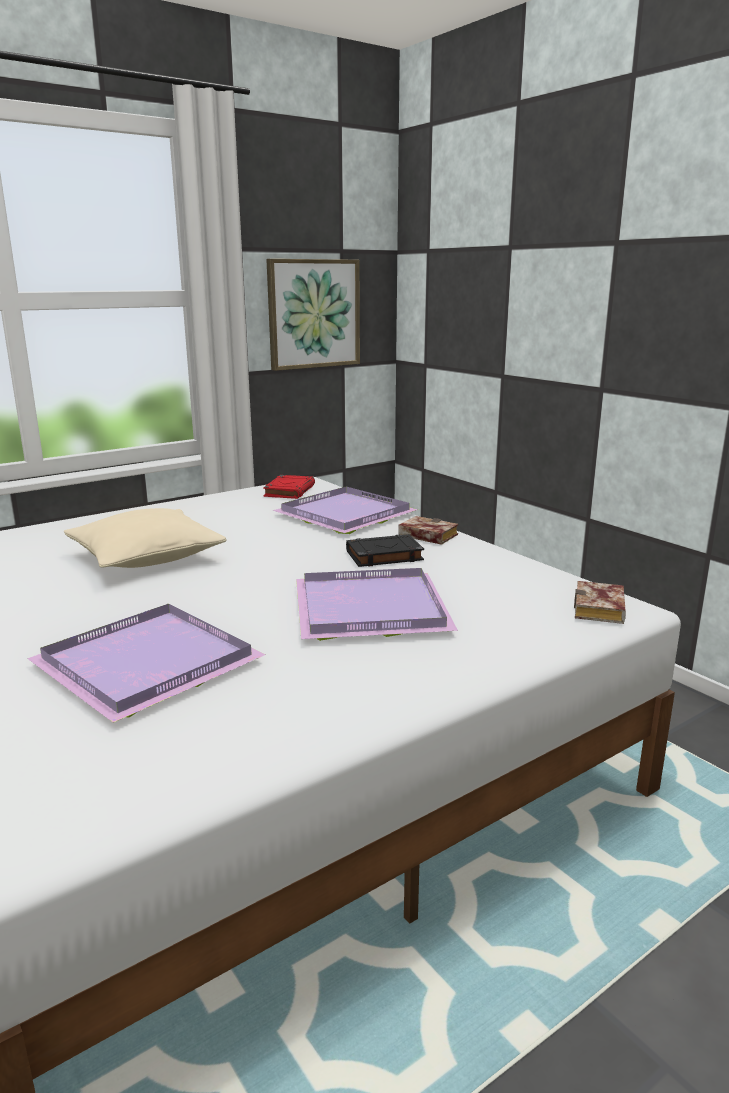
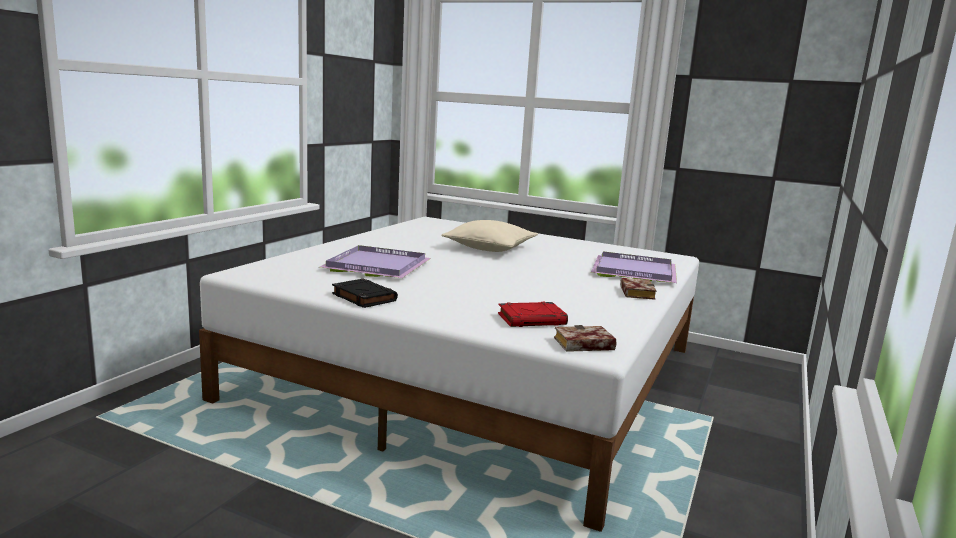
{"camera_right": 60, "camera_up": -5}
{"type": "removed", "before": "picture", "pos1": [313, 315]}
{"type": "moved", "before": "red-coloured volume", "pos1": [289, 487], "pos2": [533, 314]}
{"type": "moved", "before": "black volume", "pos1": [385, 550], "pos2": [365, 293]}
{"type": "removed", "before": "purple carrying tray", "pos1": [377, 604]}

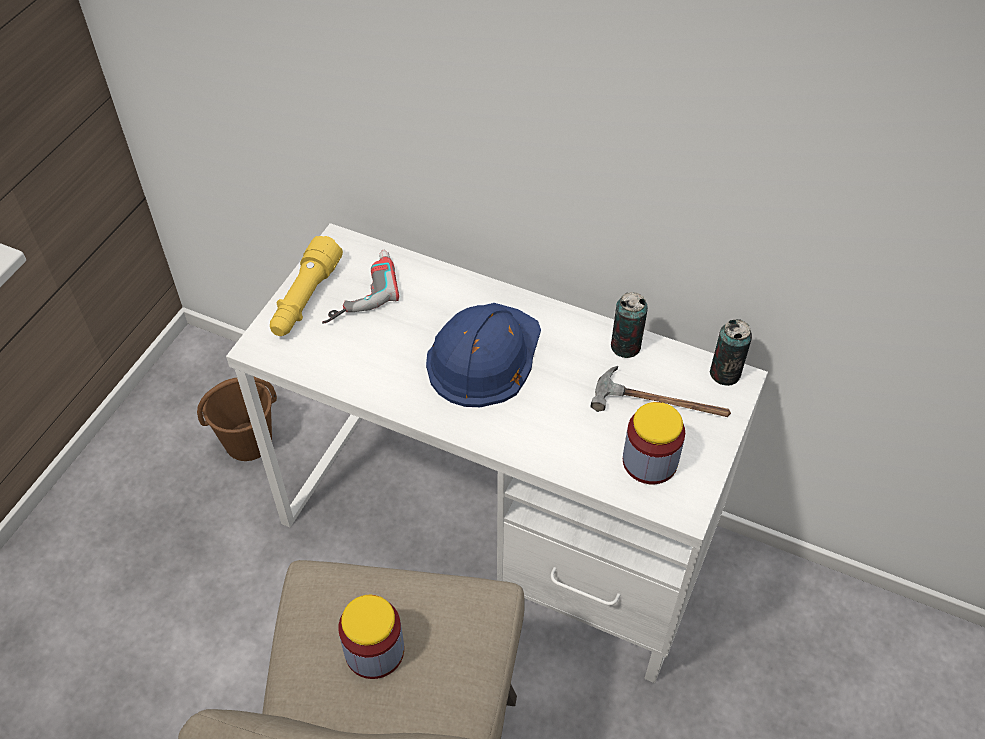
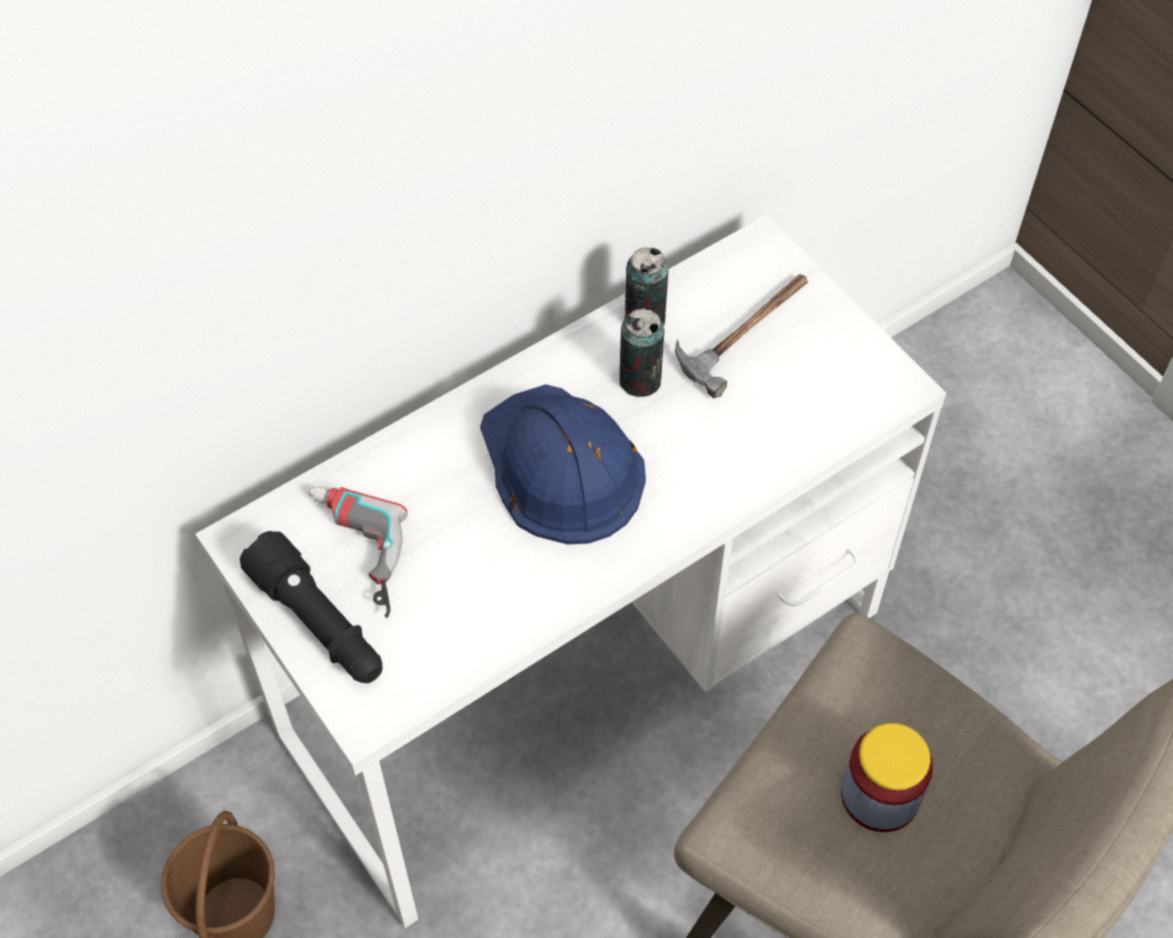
{"camera_right": -60, "camera_up": 5}
{"type": "recoloured", "before": "yellow hand torch", "after": "black hand torch", "pos1": [306, 286], "pos2": [311, 607]}
{"type": "moved", "before": "metal can", "pos1": [731, 352], "pos2": [641, 352]}
{"type": "removed", "before": "jar", "pos1": [654, 443]}

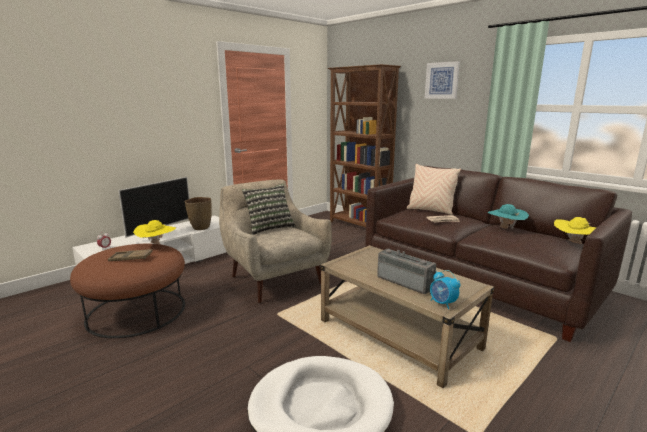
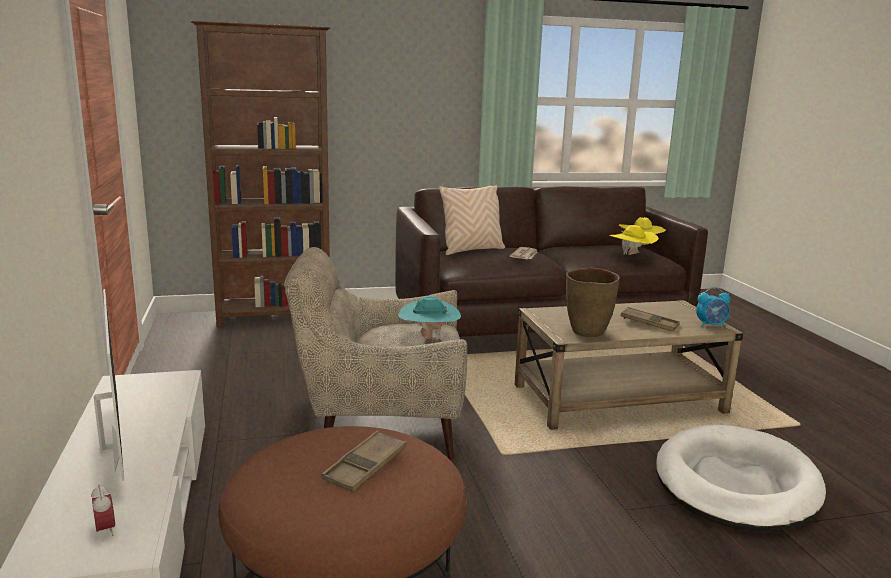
{"camera_right": -60, "camera_up": 0}
{"type": "removed", "before": "picture", "pos1": [442, 80]}
{"type": "removed", "before": "cushion", "pos1": [269, 209]}
{"type": "moved", "before": "brownish flower vase", "pos1": [198, 213], "pos2": [593, 302]}
{"type": "moved", "before": "turquoise clothing hat", "pos1": [508, 217], "pos2": [429, 317]}
{"type": "moved", "before": "yellow clothing hat", "pos1": [154, 232], "pos2": [634, 240]}
{"type": "replaced", "before": "radio receiver", "after": "brownish carrying tray", "pos1": [406, 271], "pos2": [650, 319]}

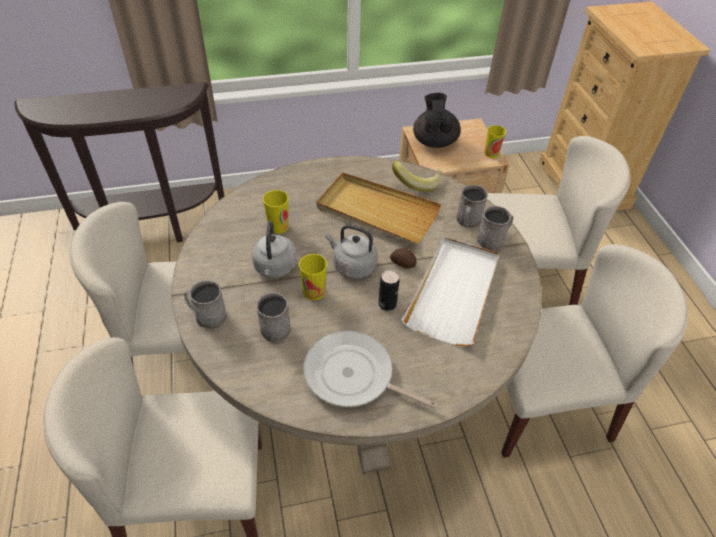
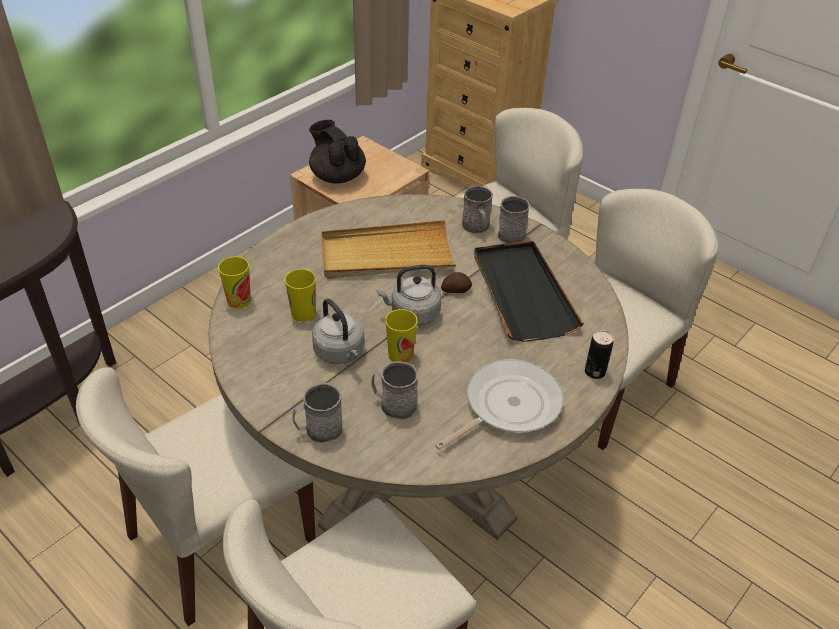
{"camera_right": -35, "camera_up": -5}
{"type": "moved", "before": "cup", "pos1": [495, 141], "pos2": [234, 283]}
{"type": "removed", "before": "banana", "pos1": [417, 176]}
{"type": "recoloured", "before": "white carrying tray", "after": "black carrying tray", "pos1": [450, 291], "pos2": [529, 291]}
{"type": "moved", "before": "metal can", "pos1": [389, 290], "pos2": [599, 354]}
{"type": "turned", "before": "skillet", "pos1": [370, 369], "pos2": [500, 404], "turn": 150}

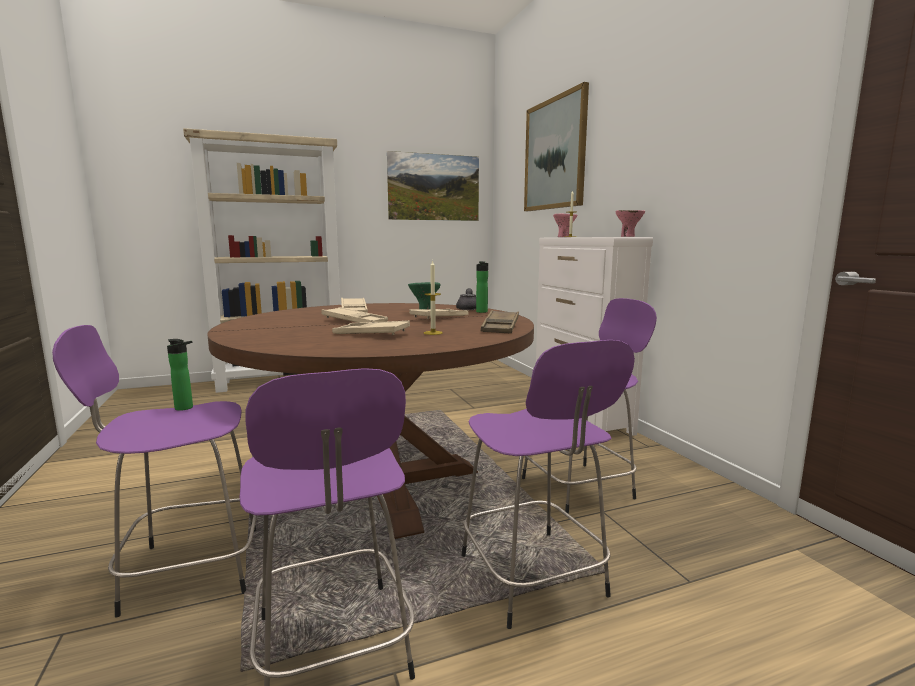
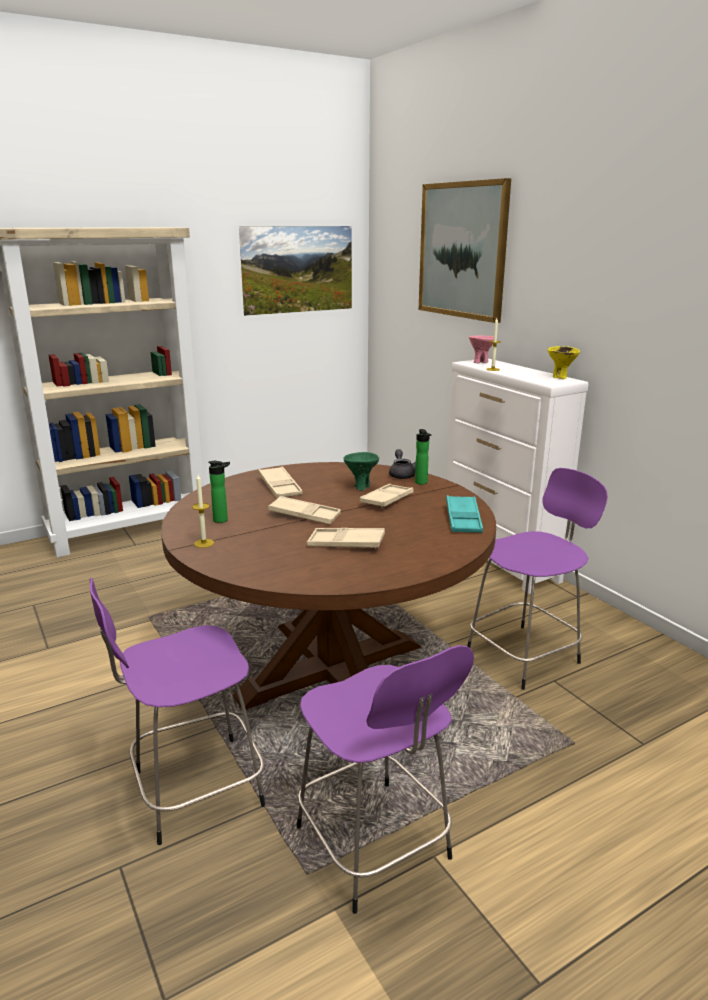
{"camera_right": -10, "camera_up": 10}
{"type": "recoloured", "before": "pinkish bowl", "after": "yellow bowl", "pos1": [630, 223], "pos2": [564, 362]}
{"type": "moved", "before": "wax light", "pos1": [433, 297], "pos2": [203, 511]}
{"type": "recoloured", "before": "brownish carrying tray", "after": "turquoise carrying tray", "pos1": [500, 321], "pos2": [464, 514]}
{"type": "moved", "before": "beverage bottle", "pos1": [180, 375], "pos2": [219, 492]}
{"type": "removed", "before": "purple sitting stool", "pos1": [548, 484]}

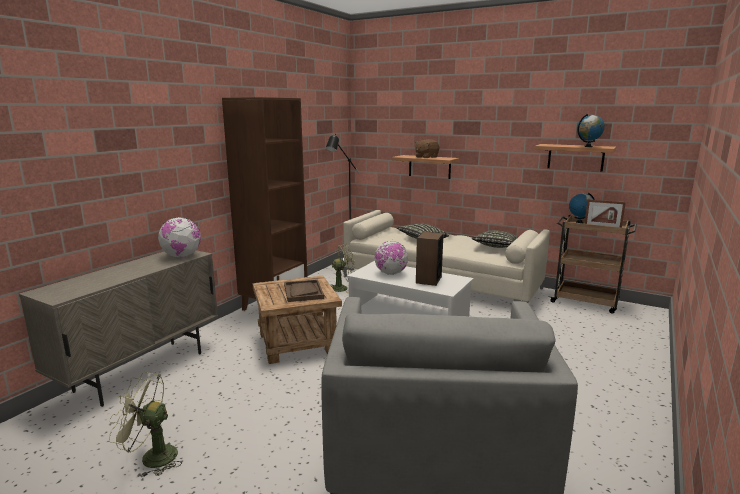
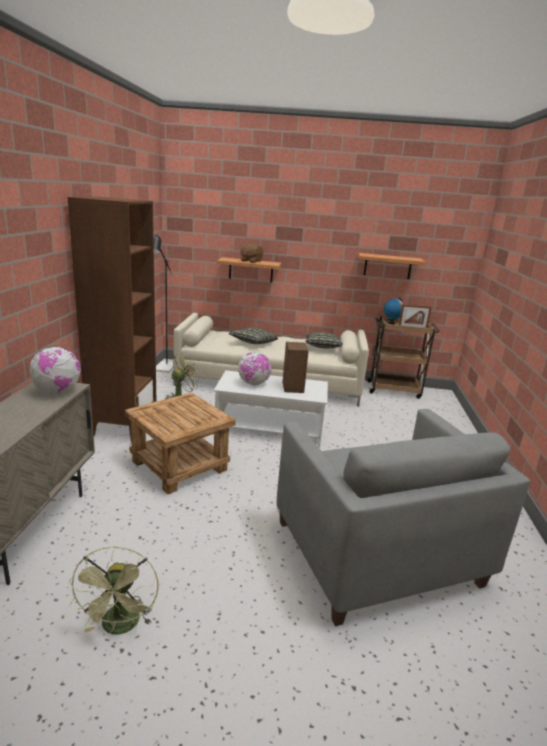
{"camera_right": -25, "camera_up": 5}
{"type": "removed", "before": "desk globe", "pos1": [591, 130]}
{"type": "removed", "before": "brownish carrying tray", "pos1": [304, 290]}
{"type": "turned", "before": "green electric fan", "pos1": [145, 424], "pos2": [114, 590], "turn": -75}

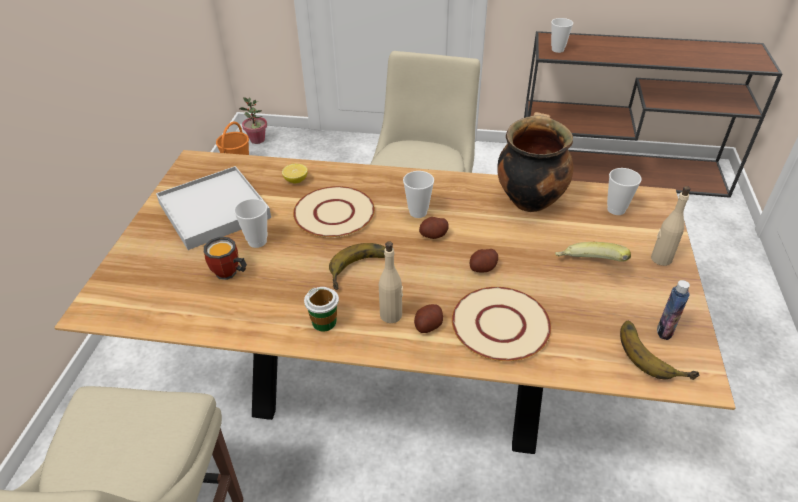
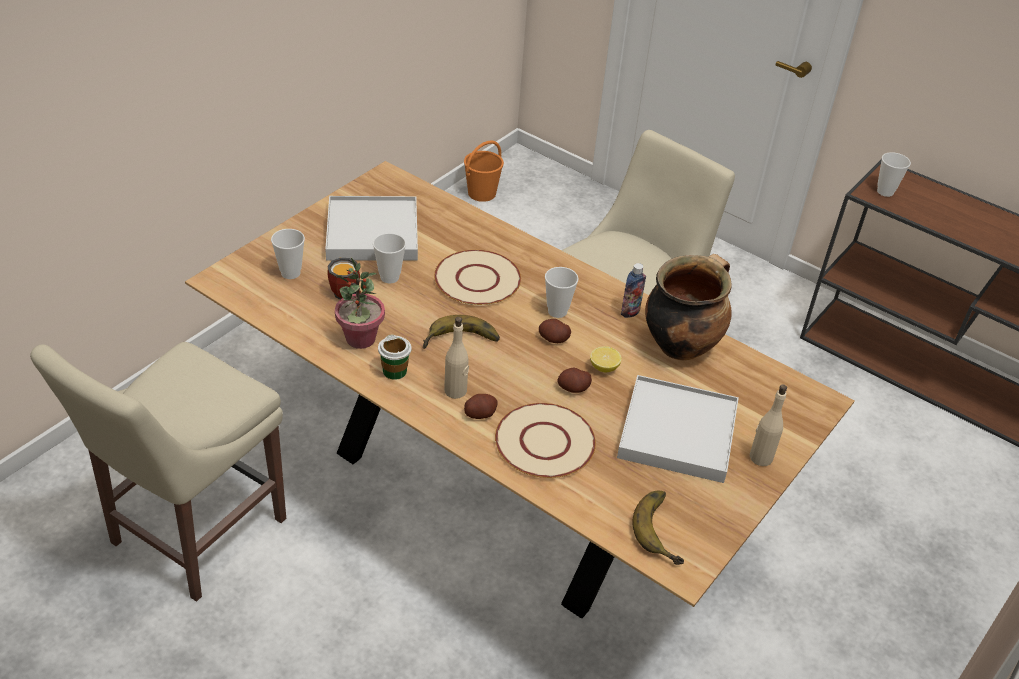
{"camera_right": 25, "camera_up": 0}
{"type": "moved", "before": "potted plant", "pos1": [253, 120], "pos2": [360, 303]}
{"type": "moved", "before": "whole lemon", "pos1": [295, 173], "pos2": [606, 359]}
{"type": "moved", "before": "cup", "pos1": [624, 191], "pos2": [288, 254]}
{"type": "replaced", "before": "banana", "after": "white carrying tray", "pos1": [593, 252], "pos2": [678, 429]}
{"type": "moved", "before": "beverage bottle", "pos1": [673, 310], "pos2": [633, 290]}

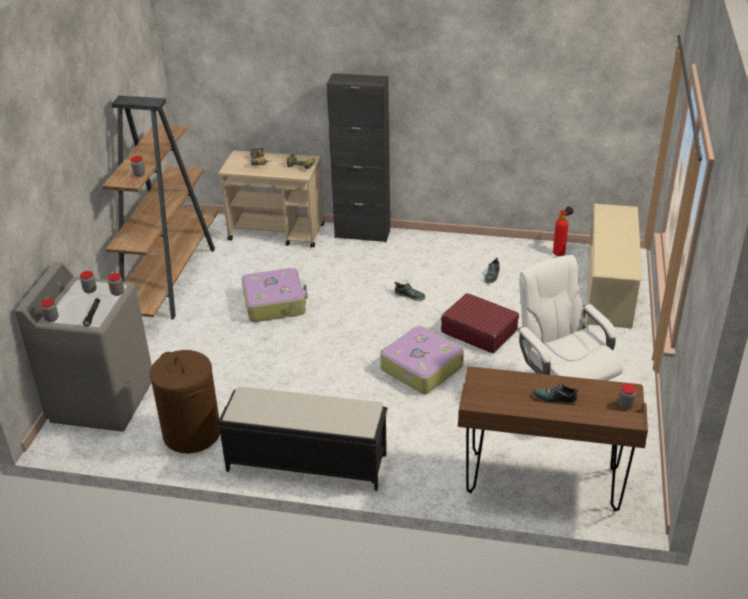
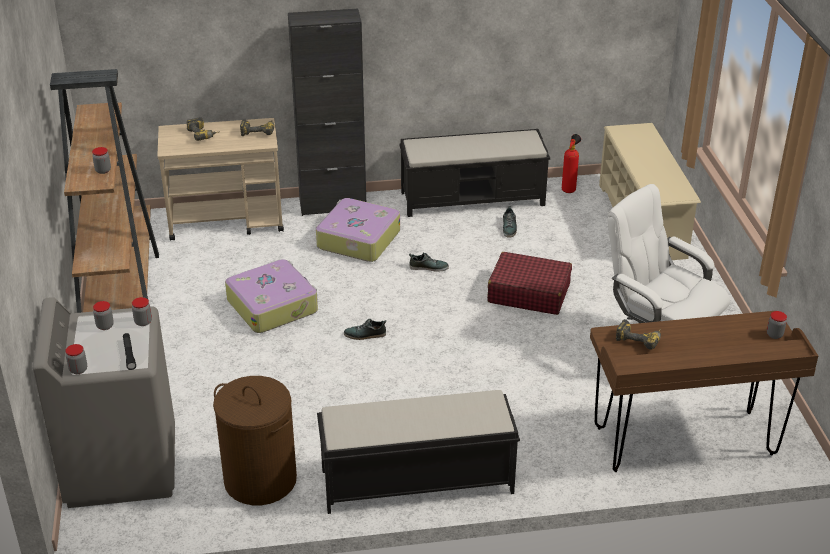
{"camera_right": -20, "camera_up": 0}
{"type": "moved", "before": "suitcase", "pos1": [422, 360], "pos2": [358, 230]}
{"type": "moved", "before": "shoe", "pos1": [556, 394], "pos2": [365, 329]}
{"type": "added", "after": "black bench", "pos2": [474, 173]}
{"type": "added", "after": "electric drill", "pos2": [638, 334]}

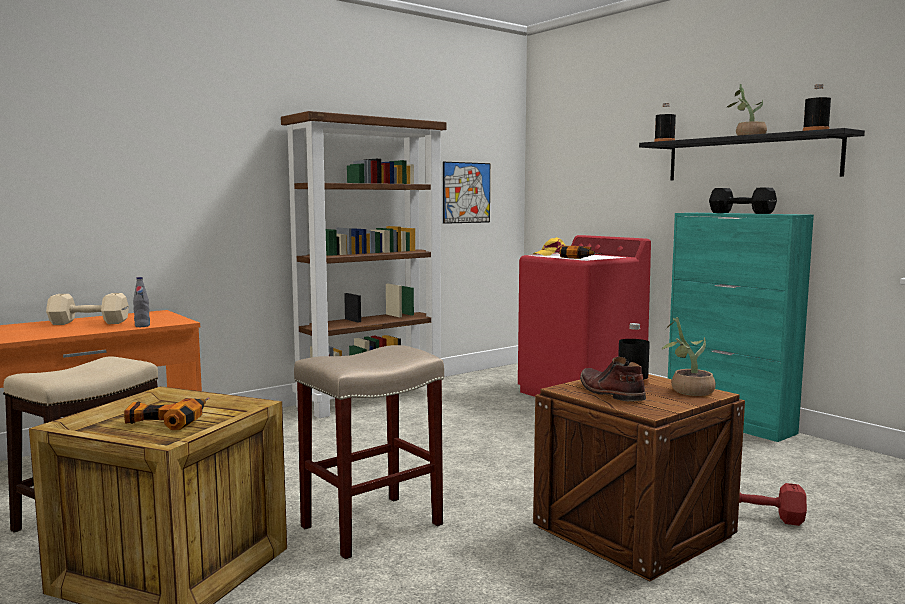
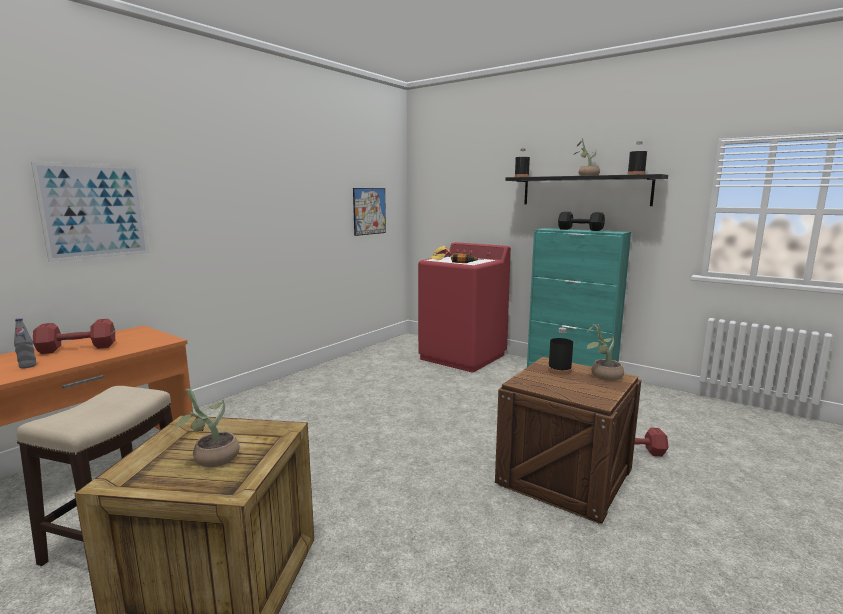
{"camera_right": -15, "camera_up": 5}
{"type": "removed", "before": "brownish shelving unit", "pos1": [363, 264]}
{"type": "moved", "before": "grey beverage bottle", "pos1": [141, 302], "pos2": [25, 343]}
{"type": "recoloured", "before": "sand-coloured free weight", "after": "red-coloured free weight", "pos1": [87, 309], "pos2": [74, 336]}
{"type": "removed", "before": "sand-coloured sitting stool", "pos1": [369, 452]}
{"type": "removed", "before": "brownish high-top boot", "pos1": [613, 379]}
{"type": "replaced", "before": "electric drill", "after": "potted plant", "pos1": [167, 413], "pos2": [206, 427]}
{"type": "added", "after": "picture", "pos2": [90, 212]}

